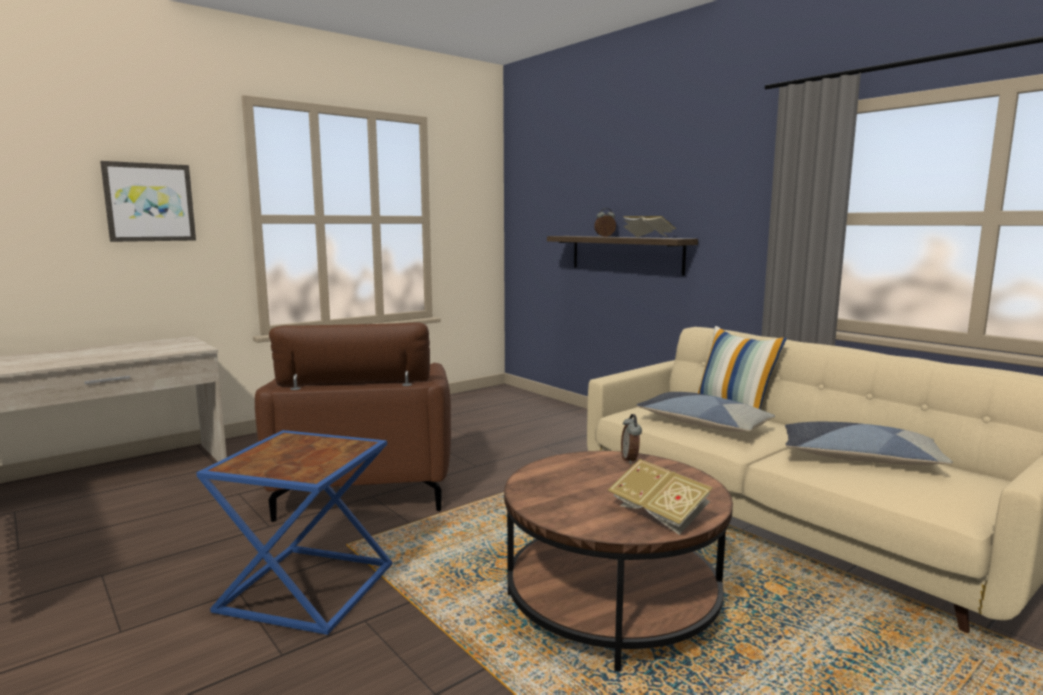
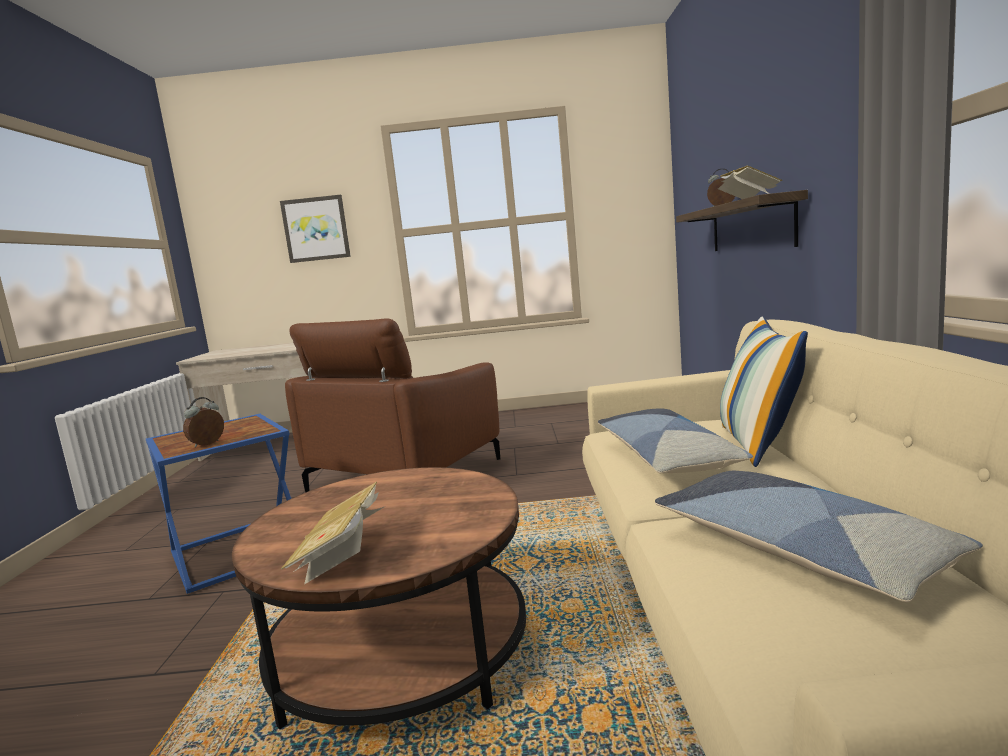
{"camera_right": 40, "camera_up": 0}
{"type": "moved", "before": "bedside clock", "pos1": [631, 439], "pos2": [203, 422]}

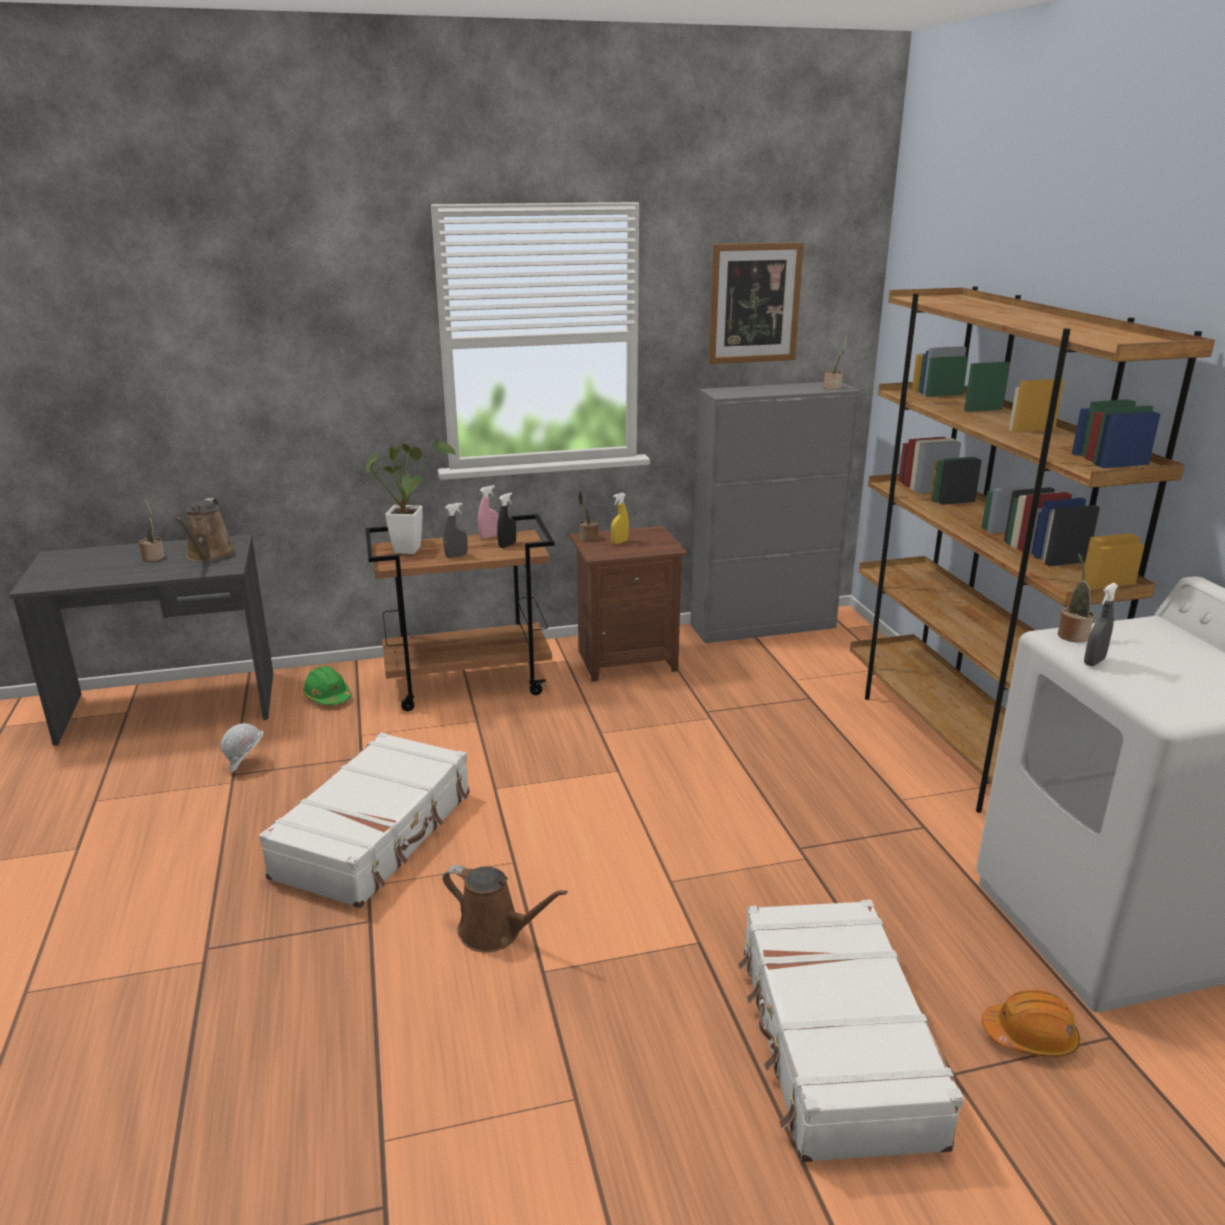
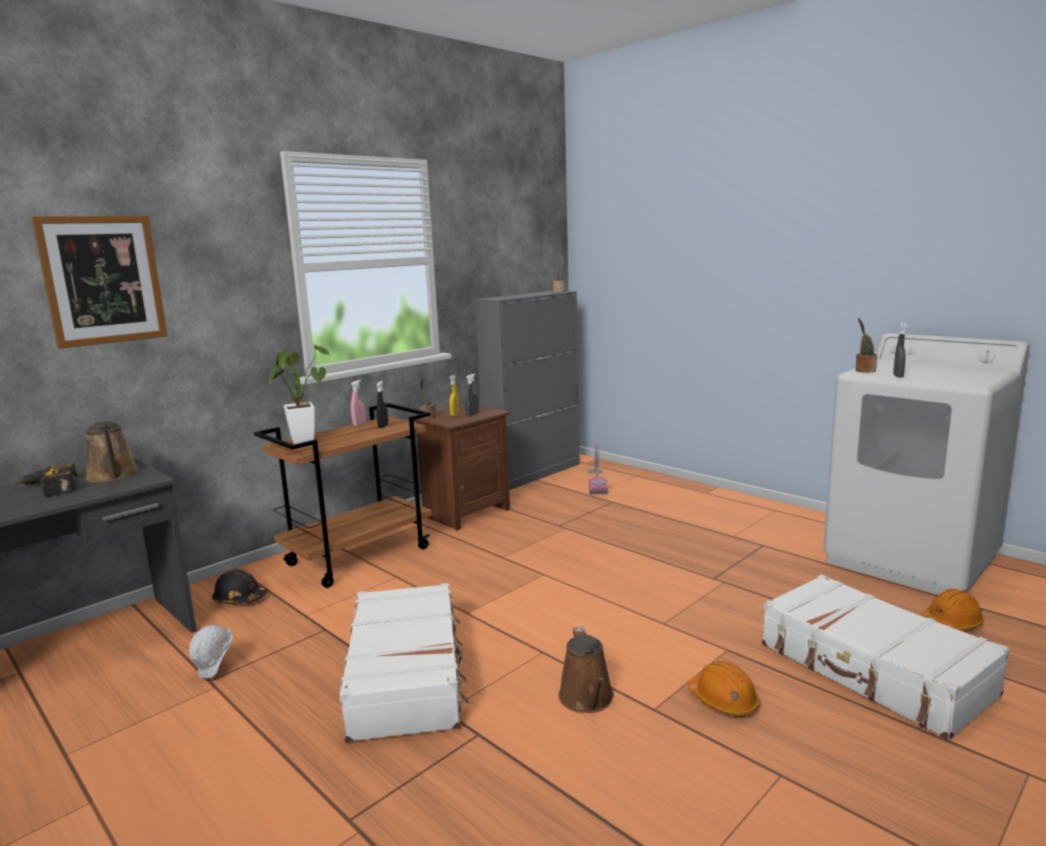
{"camera_right": -30, "camera_up": -10}
{"type": "moved", "before": "picture", "pos1": [756, 303], "pos2": [99, 282]}
{"type": "removed", "before": "brownish shelving unit", "pos1": [1032, 549]}
{"type": "replaced", "before": "potted plant", "after": "electric drill", "pos1": [152, 530], "pos2": [47, 480]}
{"type": "moved", "before": "grey hand sprayer", "pos1": [455, 530], "pos2": [472, 395]}
{"type": "recoloured", "before": "green work helmet", "after": "black work helmet", "pos1": [327, 685], "pos2": [239, 586]}
{"type": "turned", "before": "brownish sprinkling can", "pos1": [505, 908], "pos2": [586, 669], "turn": 90}
{"type": "added", "after": "hoover", "pos2": [597, 468]}
{"type": "added", "after": "orangey work helmet", "pos2": [724, 689]}

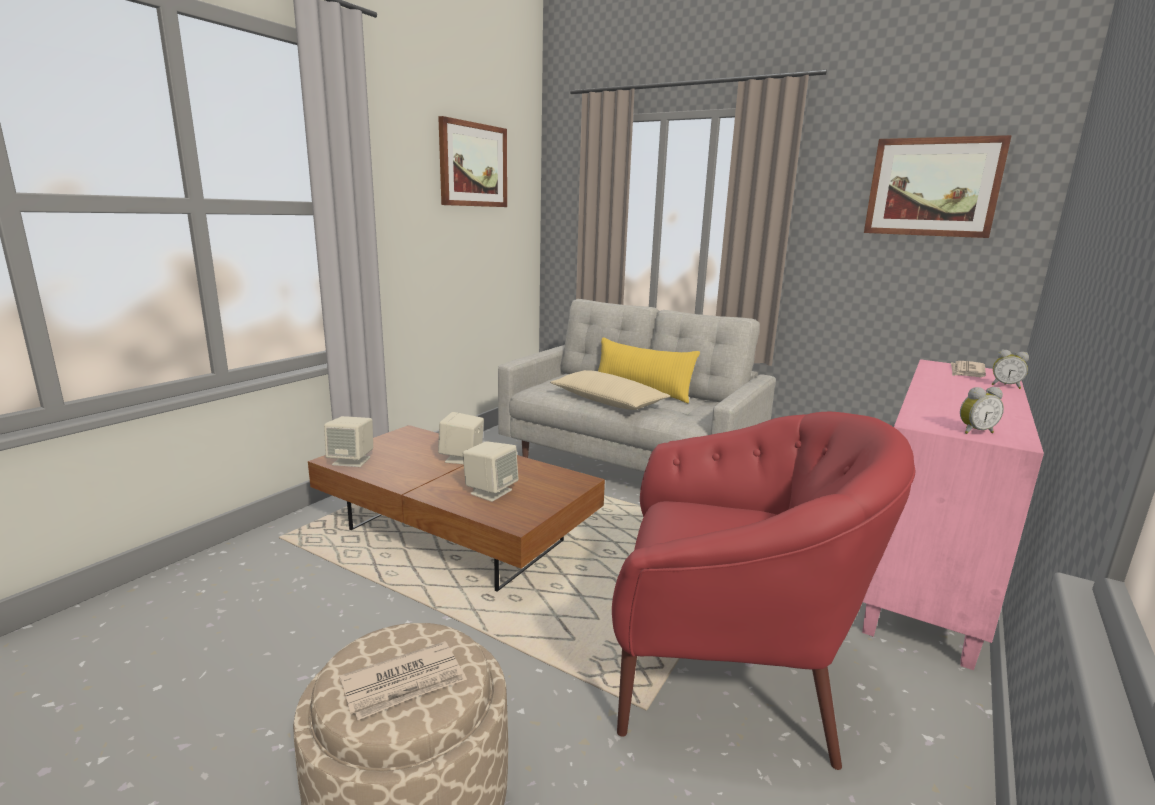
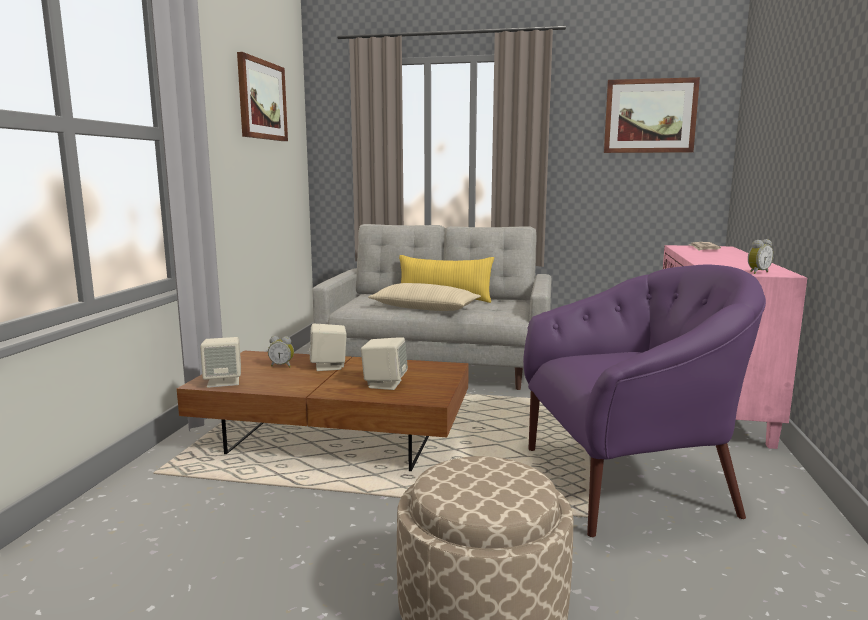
{"camera_right": -20, "camera_up": -5}
{"type": "moved", "before": "bedside clock", "pos1": [1010, 369], "pos2": [281, 351]}
{"type": "recoloured", "before": "red-coloured armchair", "after": "purple armchair", "pos1": [763, 591], "pos2": [644, 401]}
{"type": "removed", "before": "daily paper", "pos1": [403, 680]}

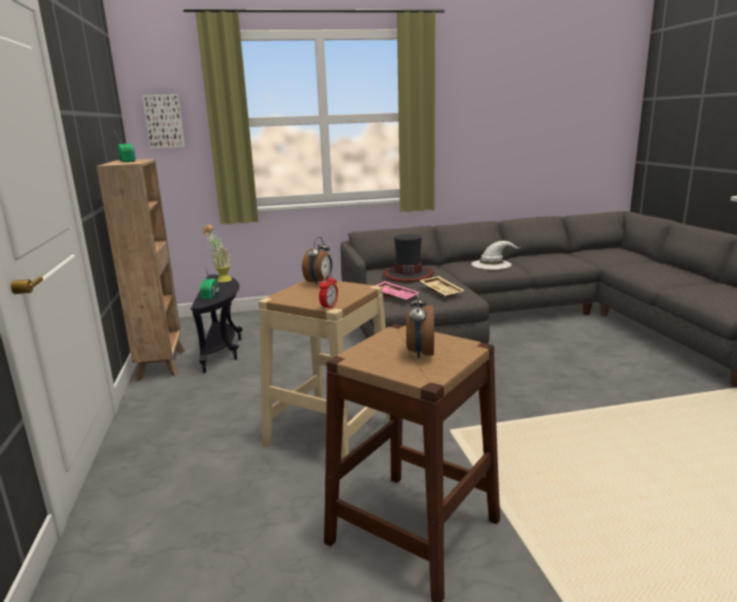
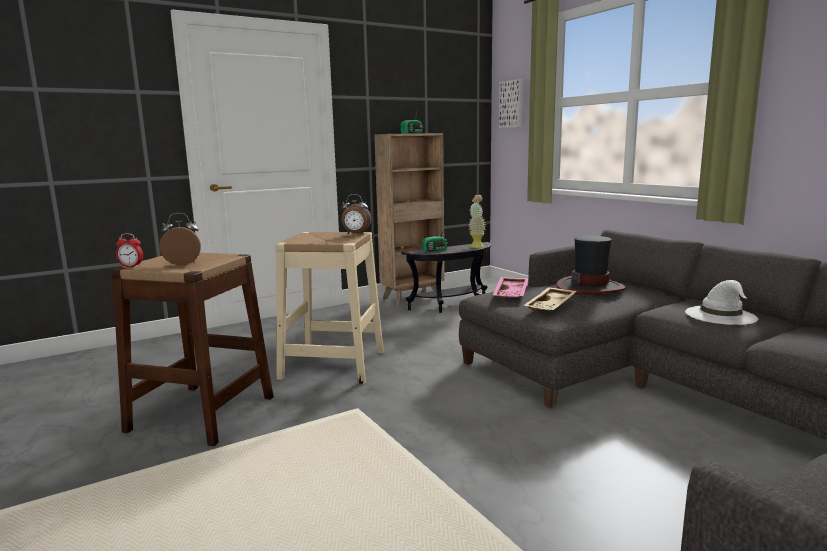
{"camera_right": 70, "camera_up": -5}
{"type": "moved", "before": "bedside clock", "pos1": [328, 292], "pos2": [129, 250]}

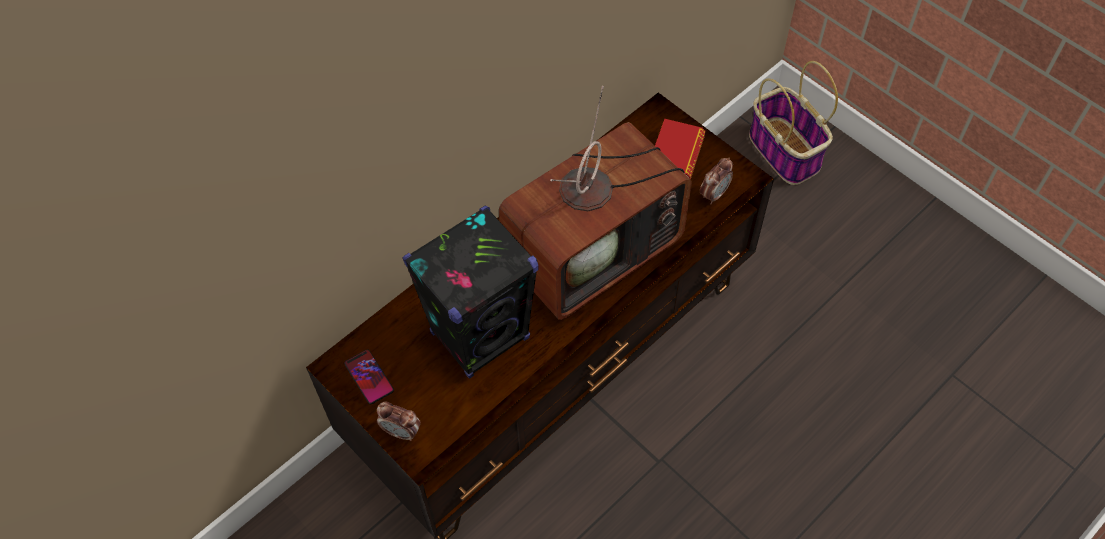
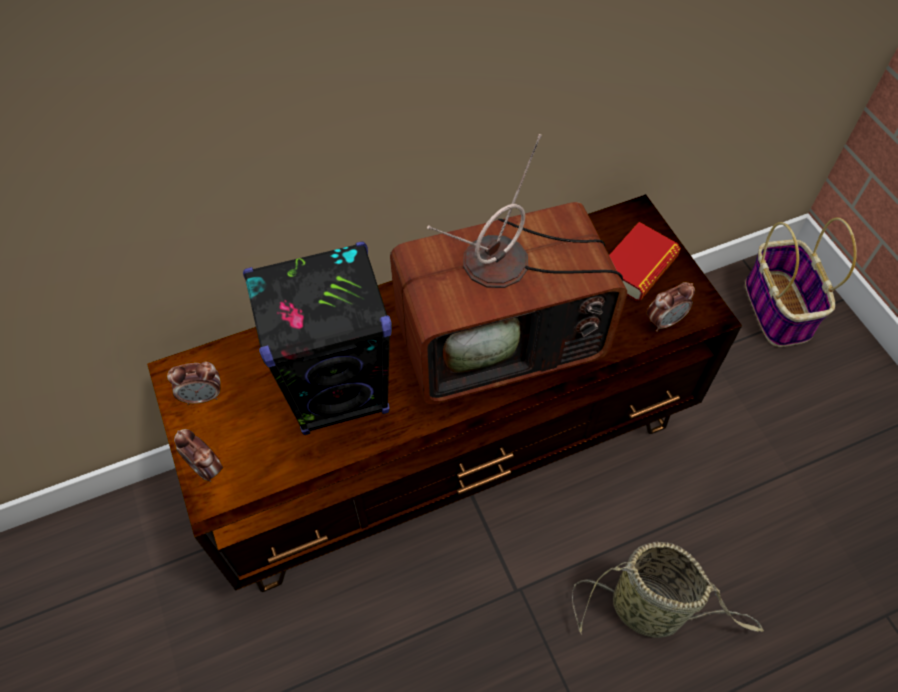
{"camera_right": 20, "camera_up": 0}
{"type": "replaced", "before": "phone", "after": "bedside clock", "pos1": [369, 377], "pos2": [194, 383]}
{"type": "added", "after": "storage basket", "pos2": [668, 590]}

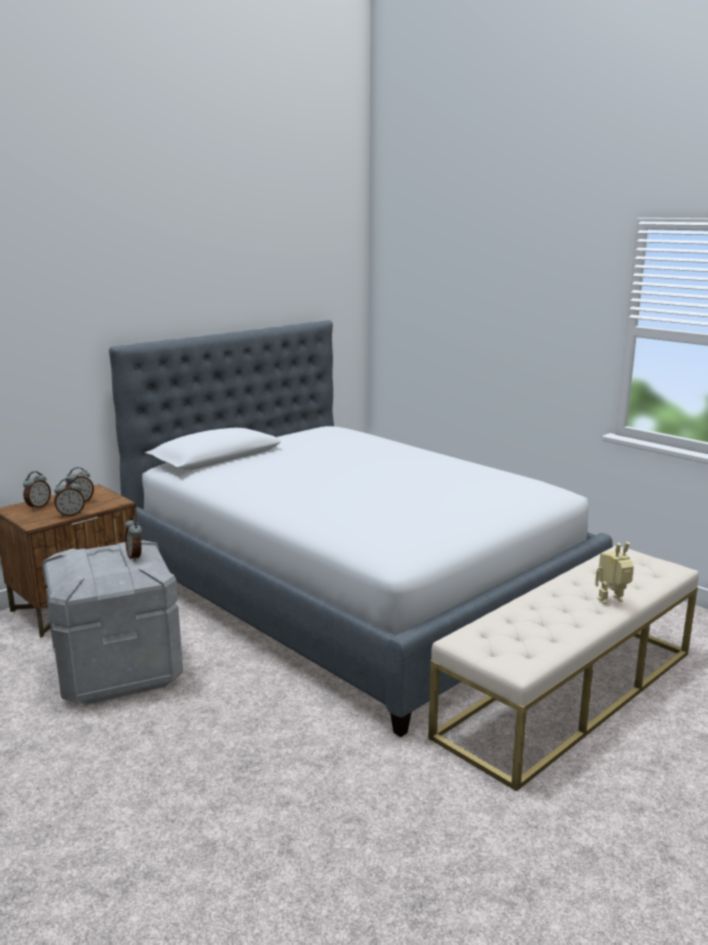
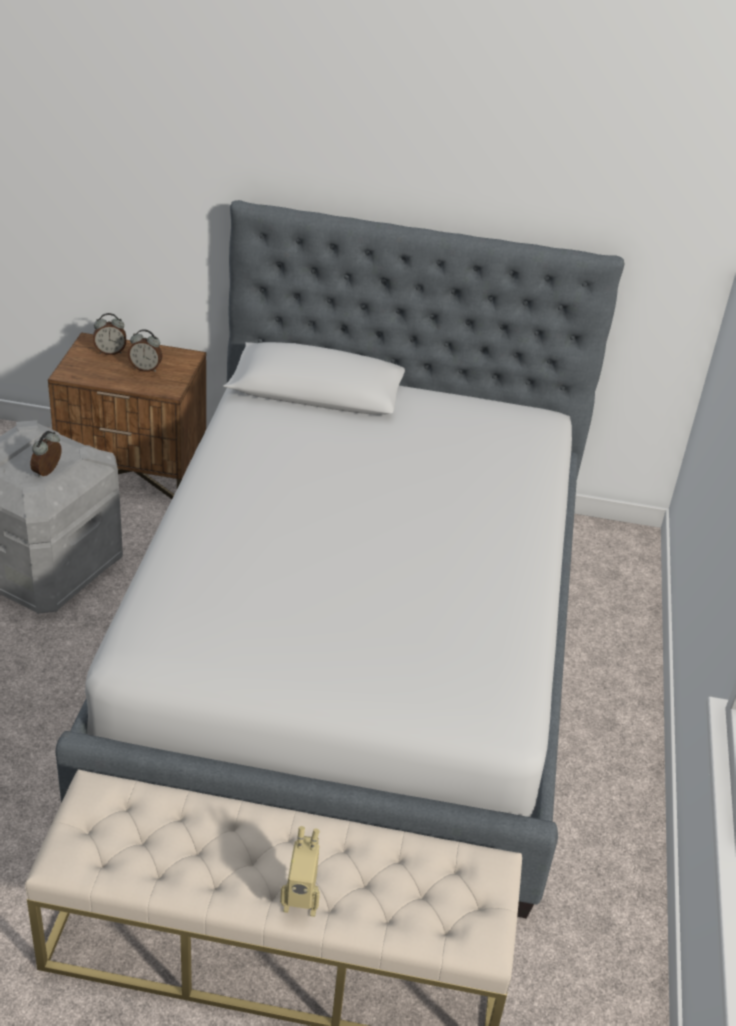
{"camera_right": 50, "camera_up": 20}
{"type": "removed", "before": "bedside clock", "pos1": [69, 497]}
{"type": "turned", "before": "toy robot", "pos1": [614, 573], "pos2": [300, 871], "turn": 150}

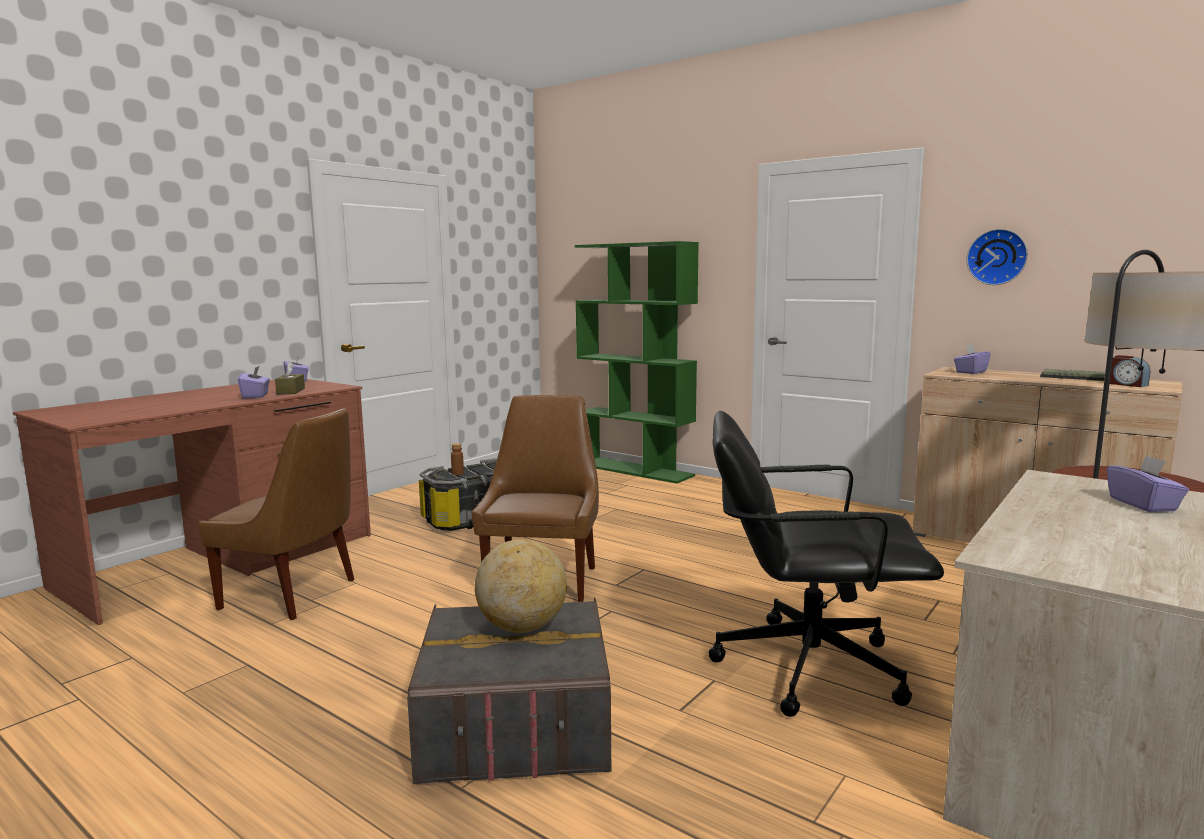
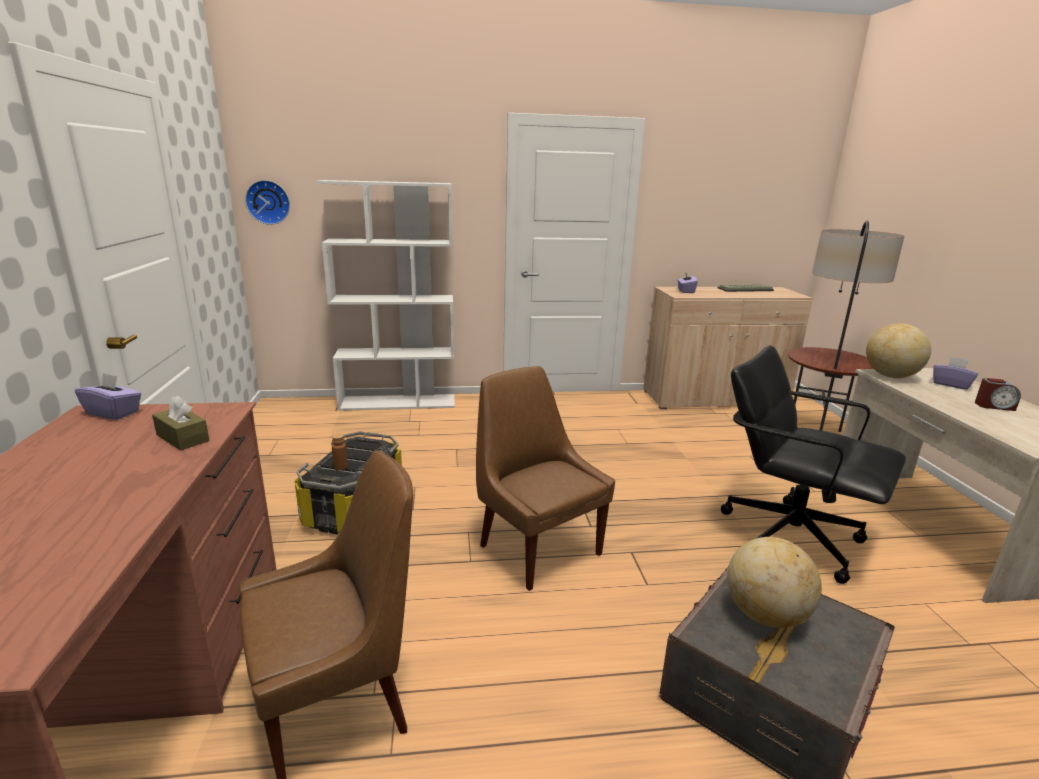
{"camera_right": -45, "camera_up": 10}
{"type": "moved", "before": "clock on the wall", "pos1": [997, 257], "pos2": [267, 202]}
{"type": "recoloured", "before": "green shelving unit", "after": "white shelving unit", "pos1": [637, 362], "pos2": [385, 295]}
{"type": "moved", "before": "bedside clock", "pos1": [1130, 371], "pos2": [998, 394]}
{"type": "removed", "before": "purple tissue box", "pos1": [254, 382]}
{"type": "turned", "before": "black computer chair", "pos1": [826, 564], "pos2": [813, 464], "turn": 75}
{"type": "added", "after": "desk globe", "pos2": [898, 350]}

